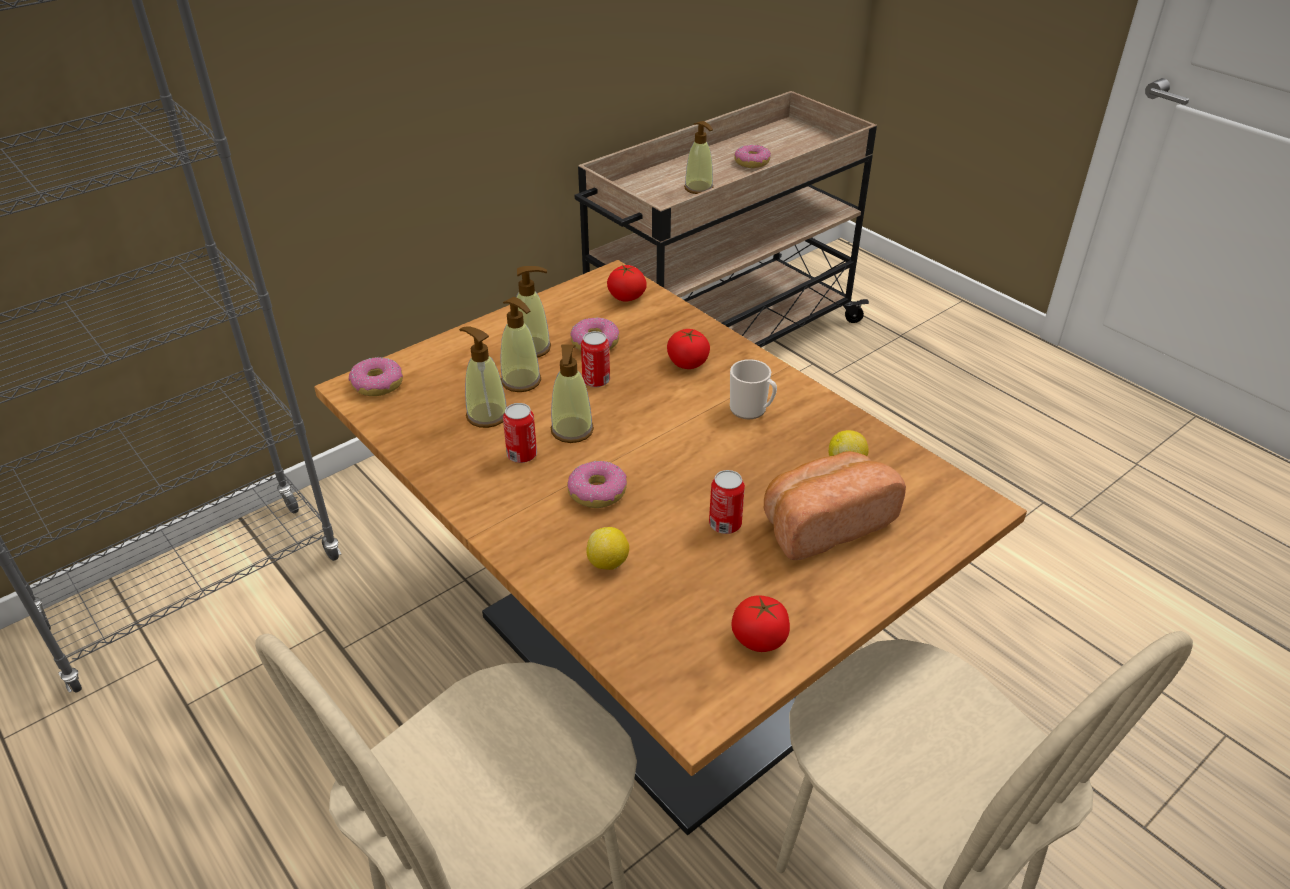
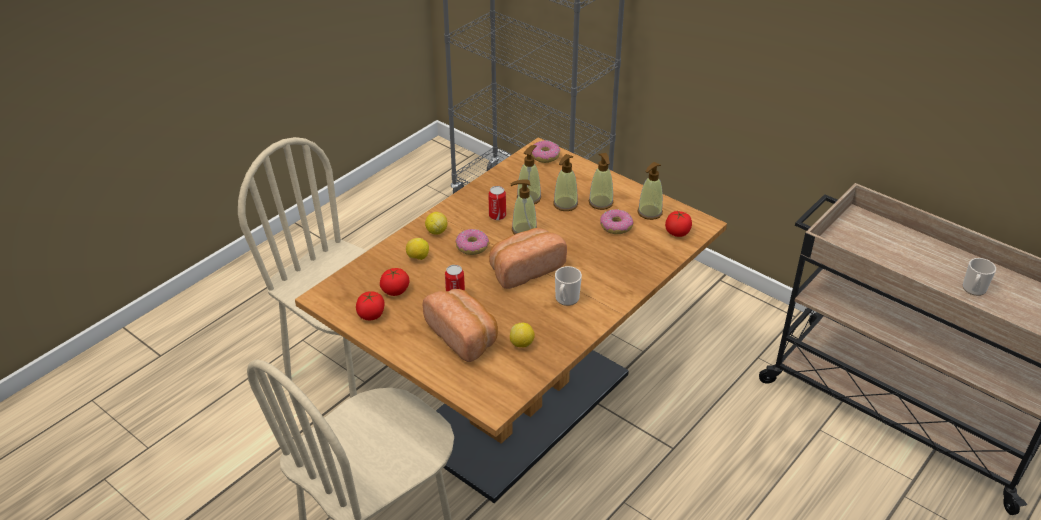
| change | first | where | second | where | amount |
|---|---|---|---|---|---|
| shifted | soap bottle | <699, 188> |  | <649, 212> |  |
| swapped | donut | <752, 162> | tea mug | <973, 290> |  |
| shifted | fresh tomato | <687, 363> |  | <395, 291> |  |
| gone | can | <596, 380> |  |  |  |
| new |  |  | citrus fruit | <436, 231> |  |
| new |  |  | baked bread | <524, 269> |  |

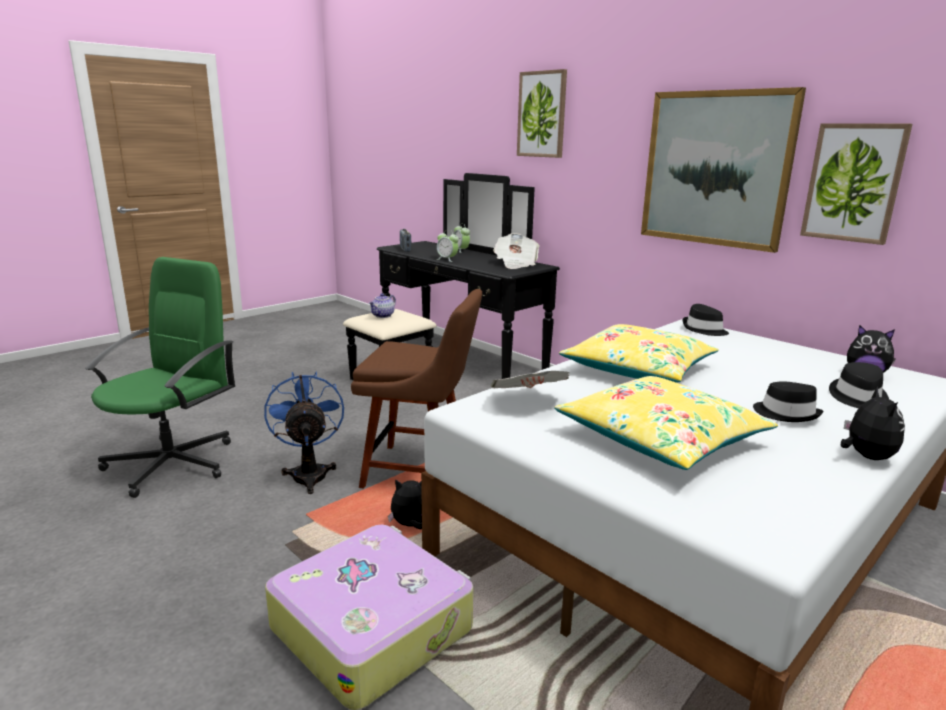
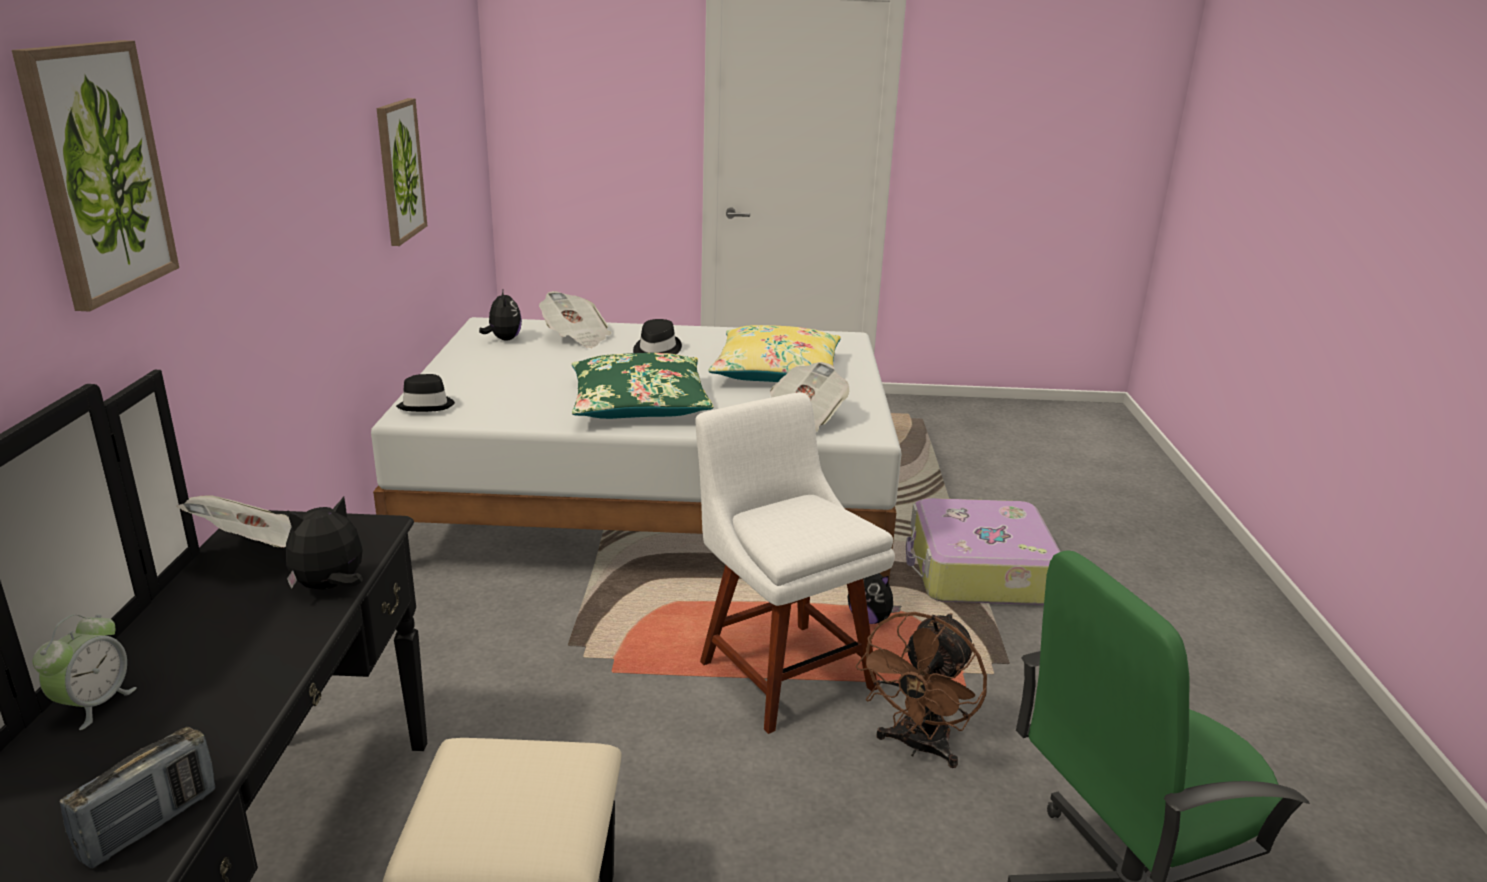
| change | first | where | second | where | amount |
|---|---|---|---|---|---|
| gone | wall art | <716, 169> |  |  |  |
| gone | bedside clock | <447, 259> |  |  |  |
| repainted | brownish chair | <421, 471> | white-coloured chair | <782, 670> |  |
| gone | tea pot | <383, 316> |  |  |  |
| repainted | yellowish cushion | <638, 369> | green cushion | <639, 404> |  |
| swapped | black hat | <858, 397> | daily paper | <576, 338> |  |
| repainted | blue cooling fan | <309, 473> | brownish cooling fan | <918, 747> |  |
| shifted | plush toy | <865, 456> |  | <330, 587> |  |

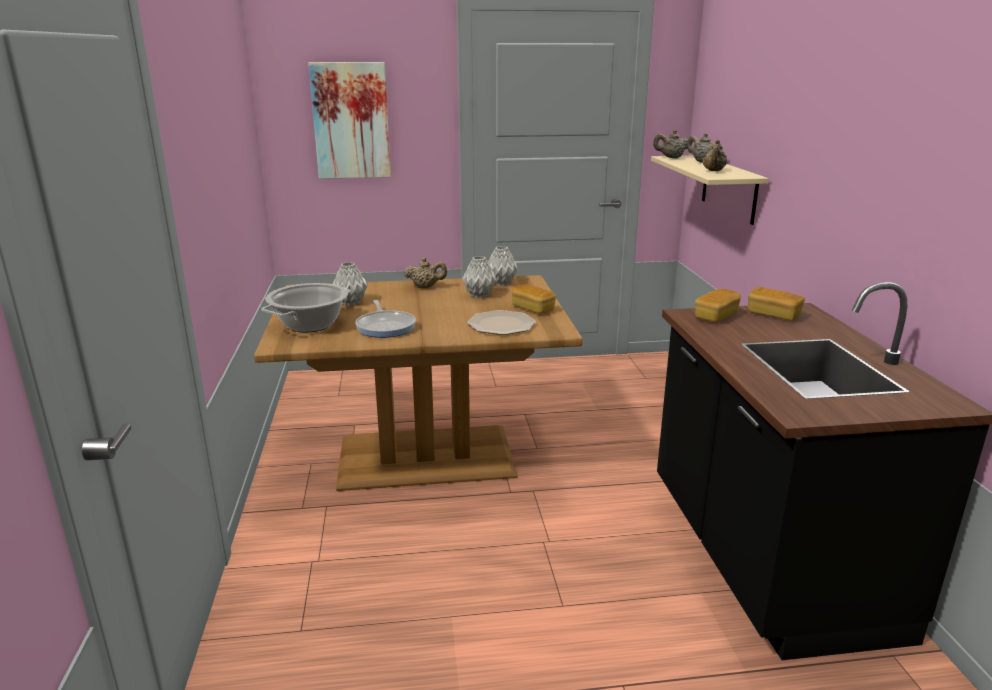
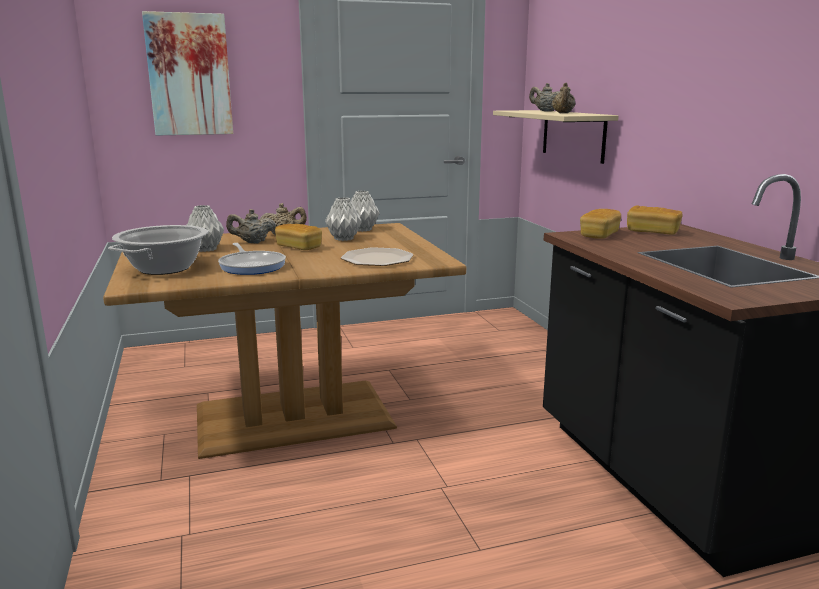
| change | first | where | second | where | amount |
|---|---|---|---|---|---|
| shifted | beige-coloured tea pot | <671, 158> |  | <252, 242> |  |
| shifted | baked bread | <533, 309> |  | <299, 247> |  |

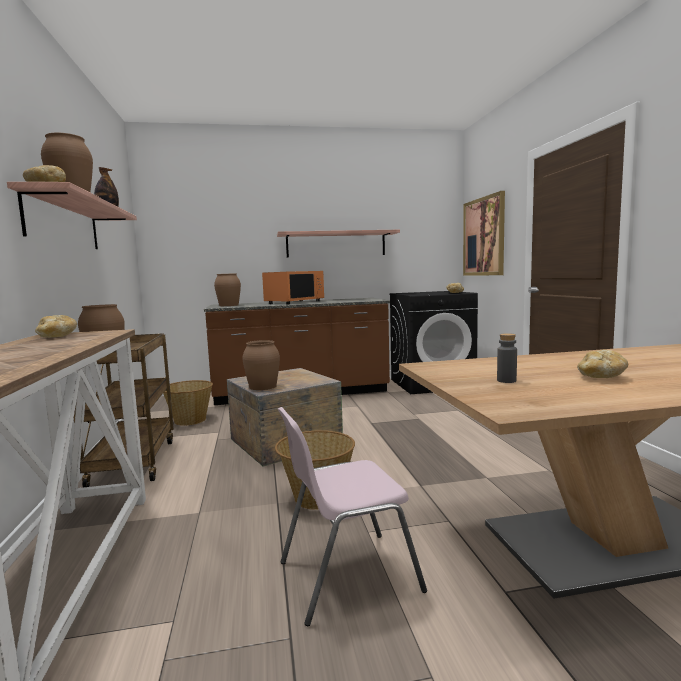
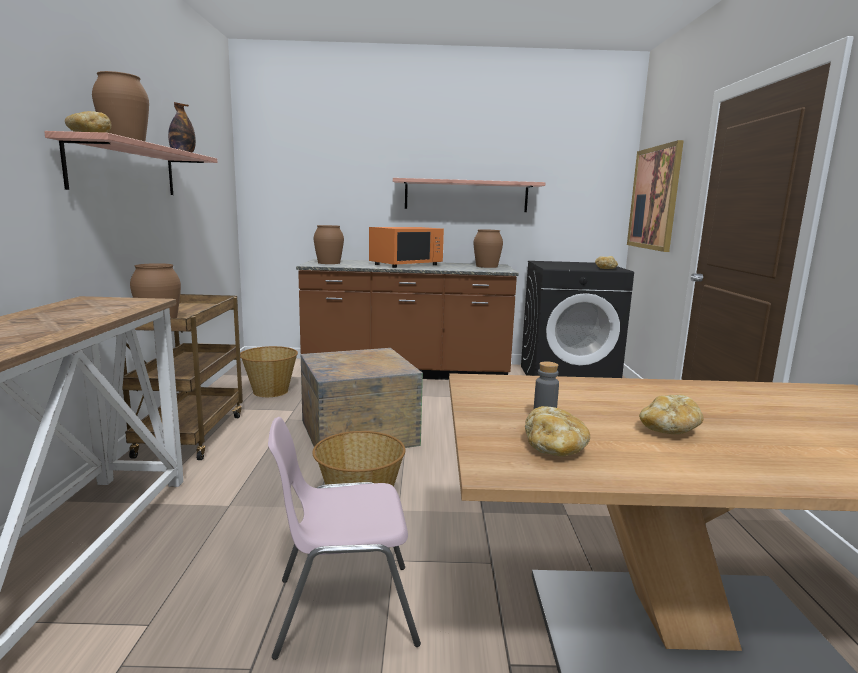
| change | first | where | second | where | amount |
|---|---|---|---|---|---|
| shifted | baked bread | <57, 337> |  | <554, 449> |  |
| shifted | brownish decorative vase | <262, 386> |  | <486, 266> |  |

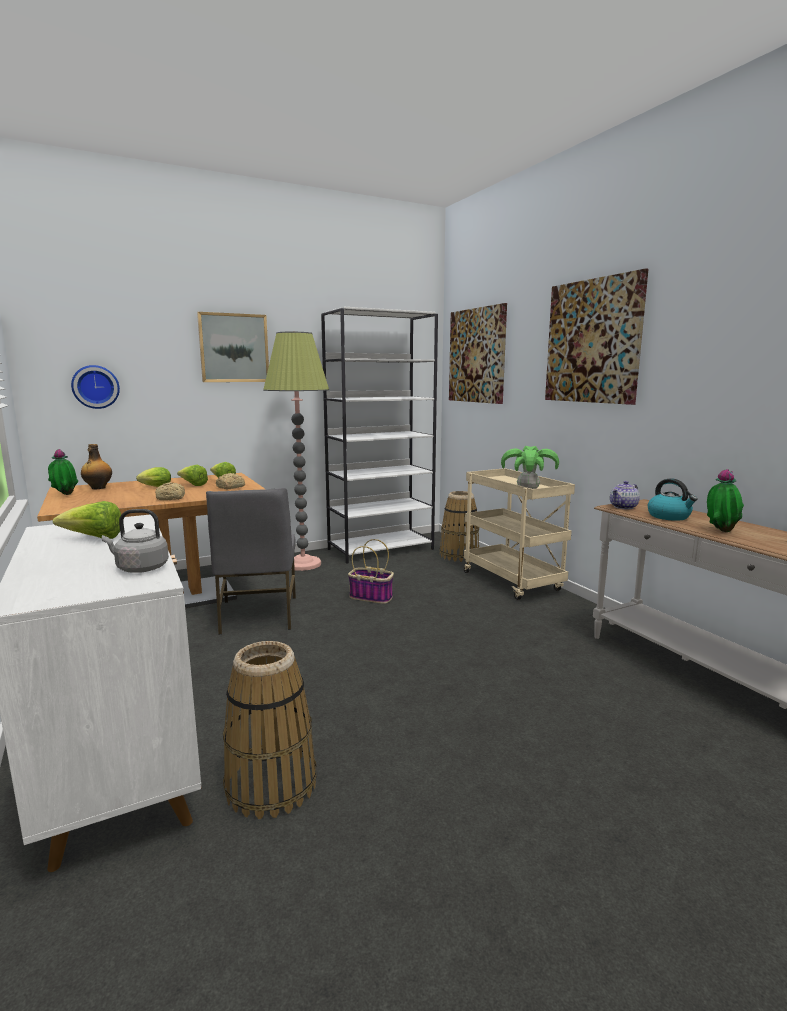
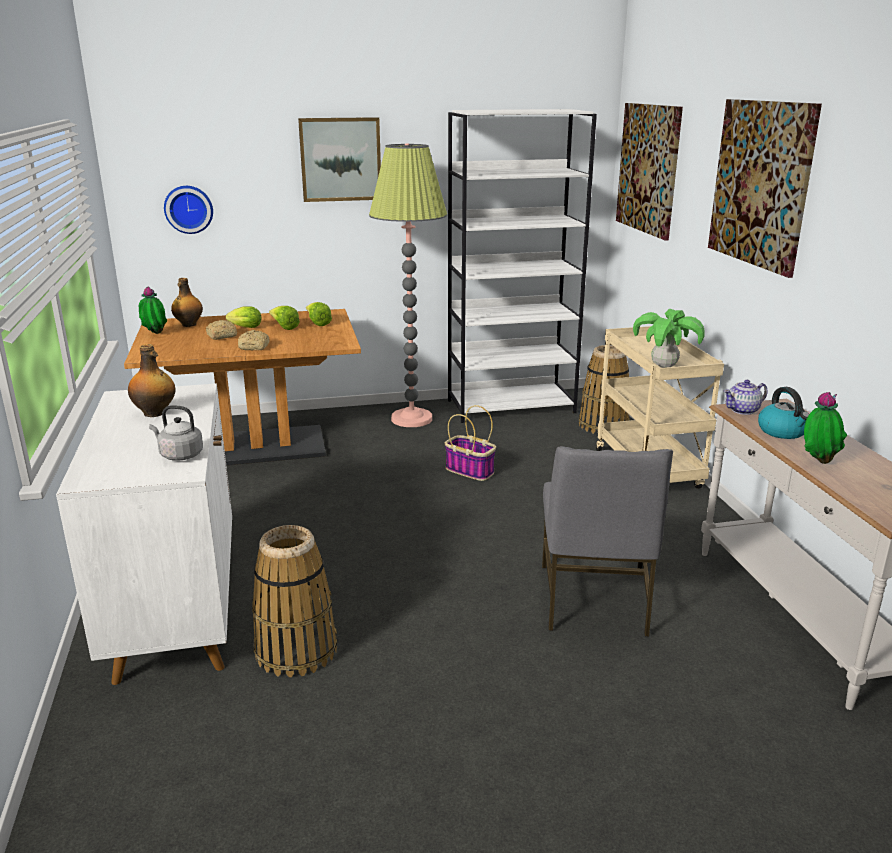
| change | first | where | second | where | amount |
|---|---|---|---|---|---|
| shifted | baked bread | <229, 487> |  | <221, 336> |  |
| shifted | greyish chair | <257, 615> |  | <594, 601> |  |
| swapped | lettuce | <94, 538> | drink bottle | <155, 413> |  |

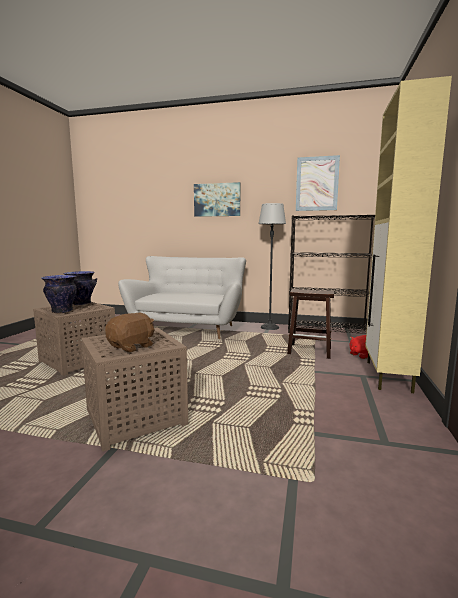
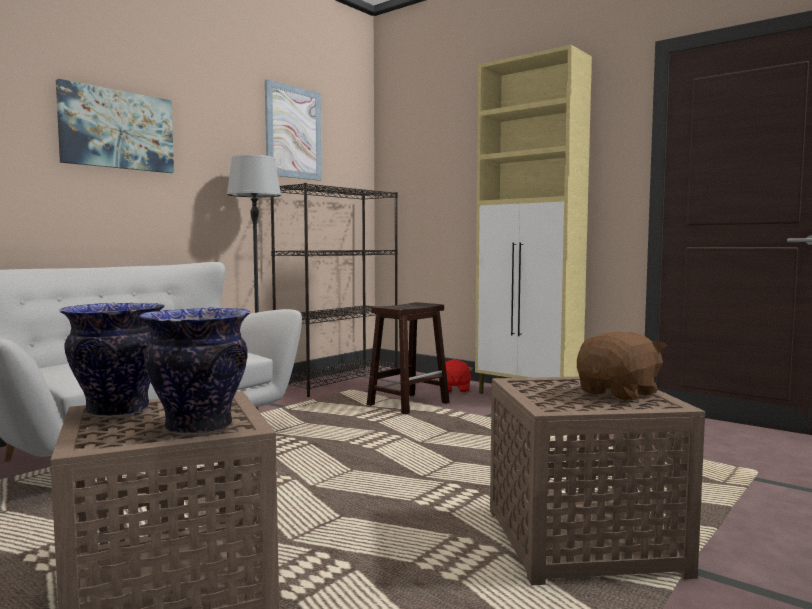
| change | first | where | second | where | amount |
|---|---|---|---|---|---|
| rotated | brownish plush toy | <132, 347> |  | <619, 393> | 75 degrees clockwise |

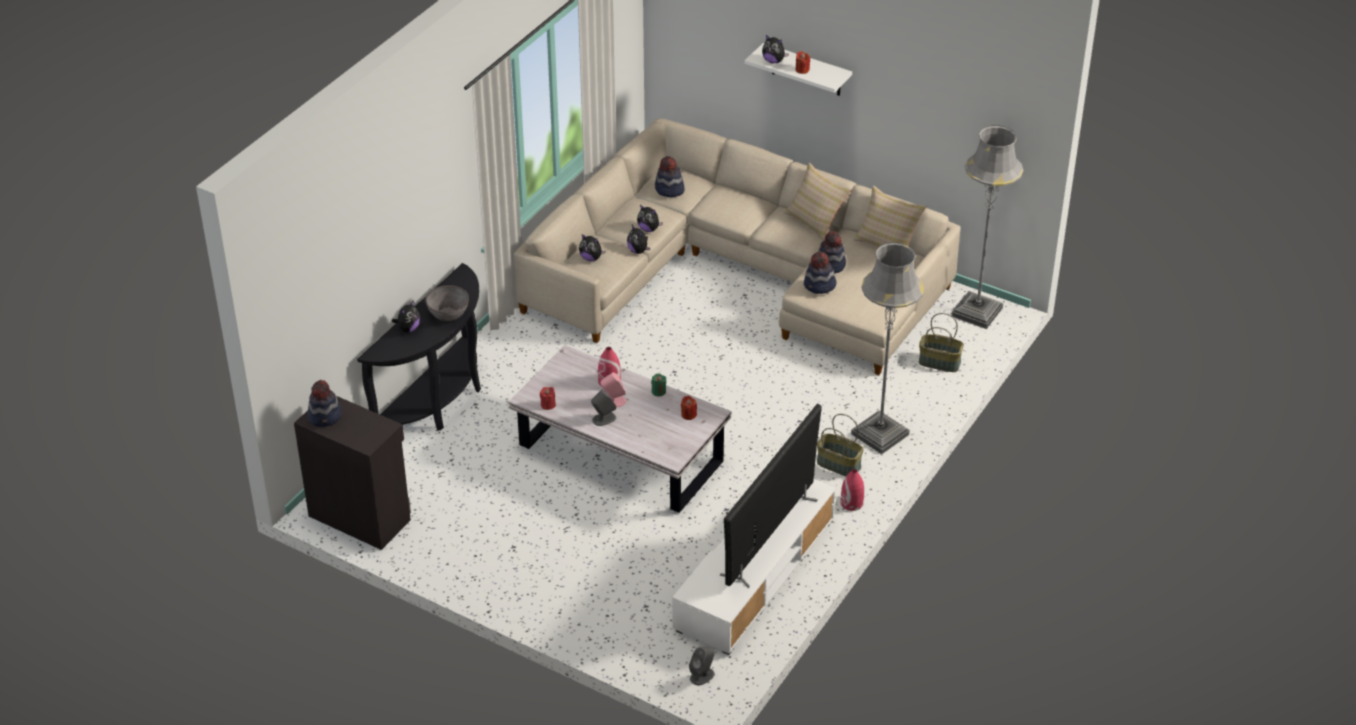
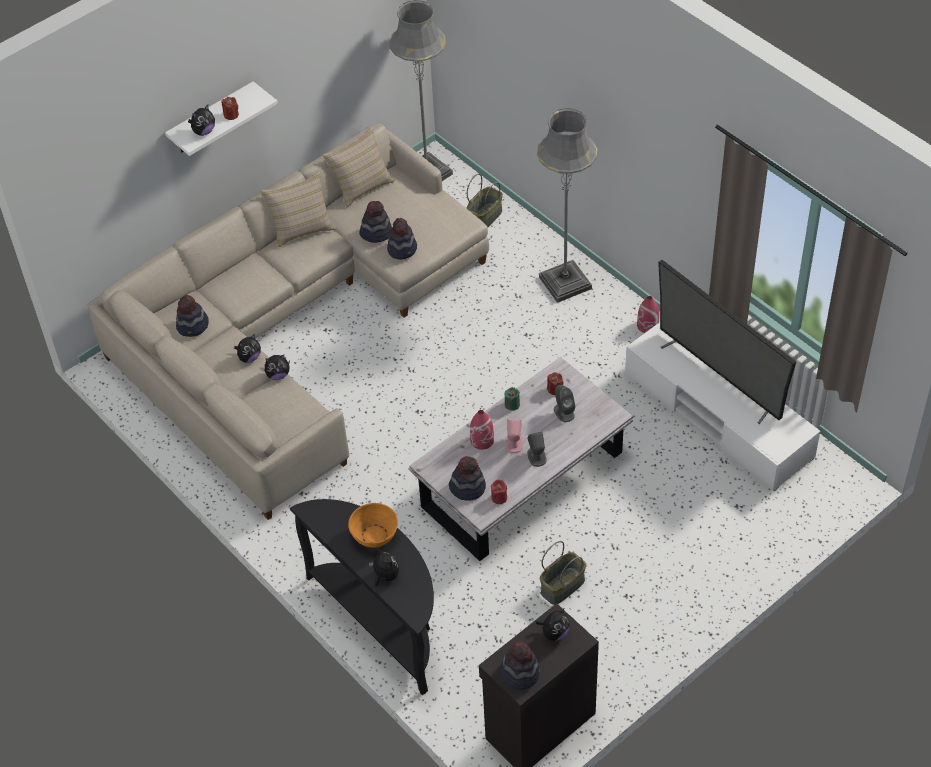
| change | first | where | second | where | amount |
|---|---|---|---|---|---|
| shifted | plush toy | <591, 258> |  | <554, 633> |  |
| repainted | greyish bowl | <448, 314> | orange bowl | <374, 535> |  |
| shifted | household basket | <839, 464> |  | <562, 585> |  |
| shifted | greyish audio speaker | <702, 675> |  | <563, 412> |  |
| new |  |  | hat | <467, 487> |  |

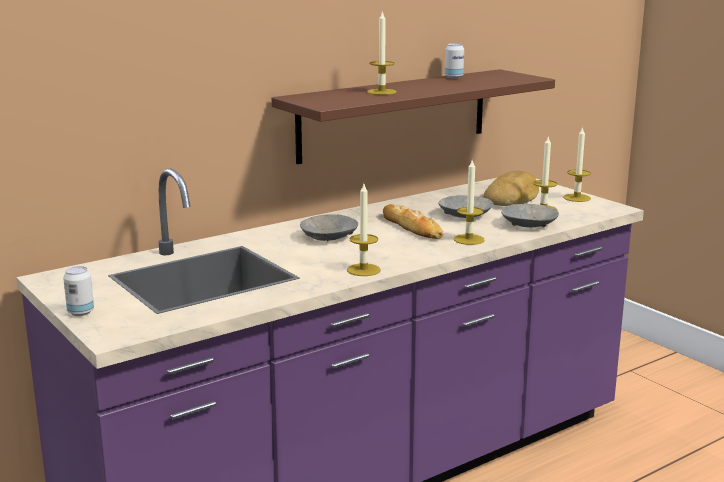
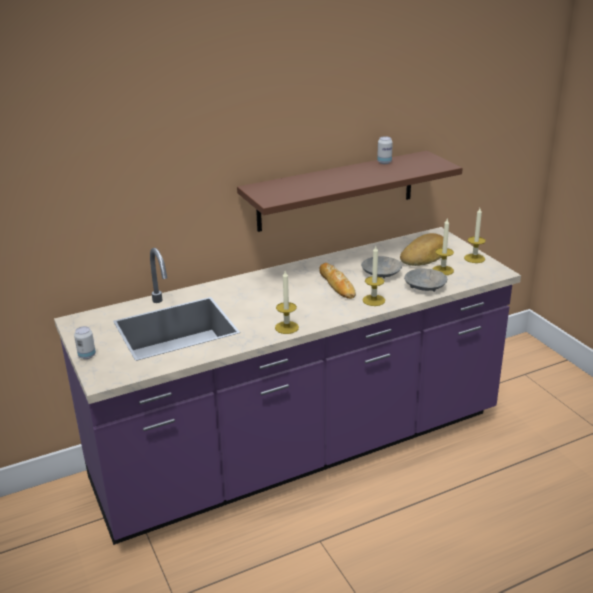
| change | first | where | second | where | amount |
|---|---|---|---|---|---|
| gone | candle | <381, 92> |  |  |  |
| gone | greyish bowl | <328, 237> |  |  |  |

